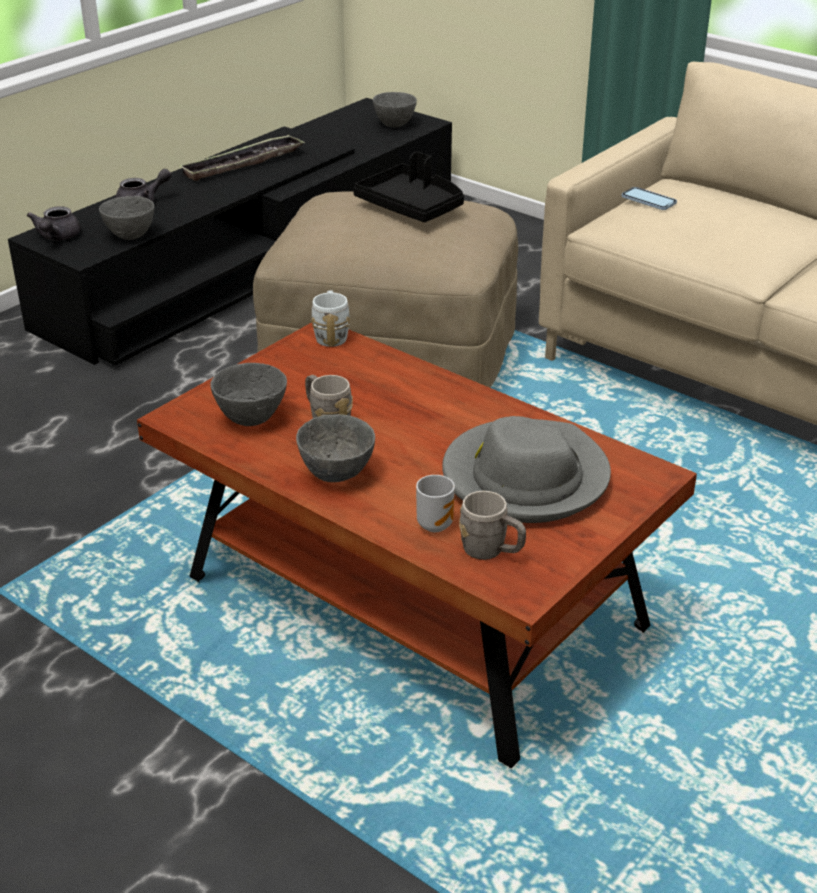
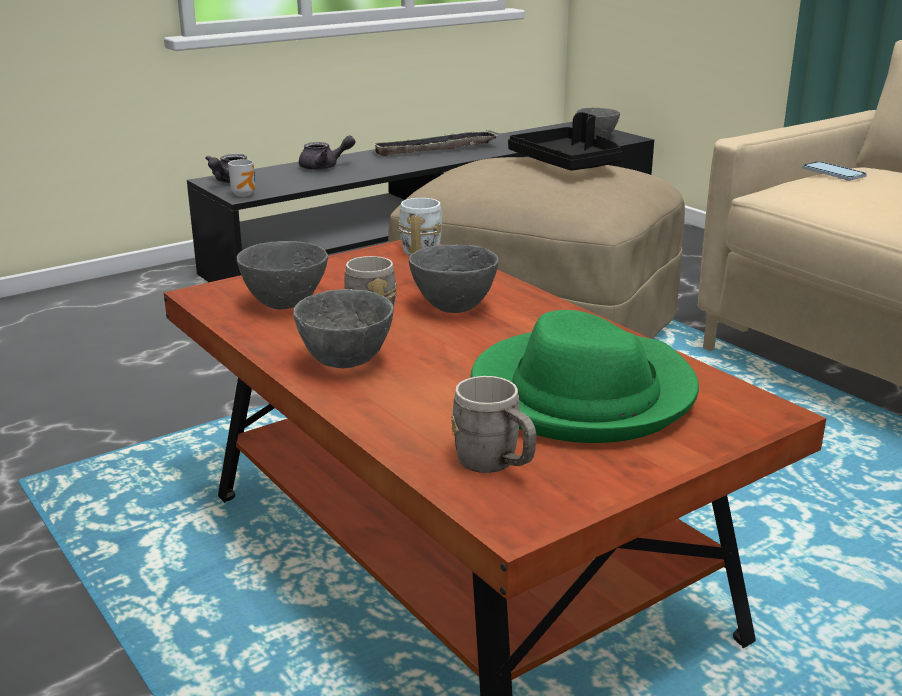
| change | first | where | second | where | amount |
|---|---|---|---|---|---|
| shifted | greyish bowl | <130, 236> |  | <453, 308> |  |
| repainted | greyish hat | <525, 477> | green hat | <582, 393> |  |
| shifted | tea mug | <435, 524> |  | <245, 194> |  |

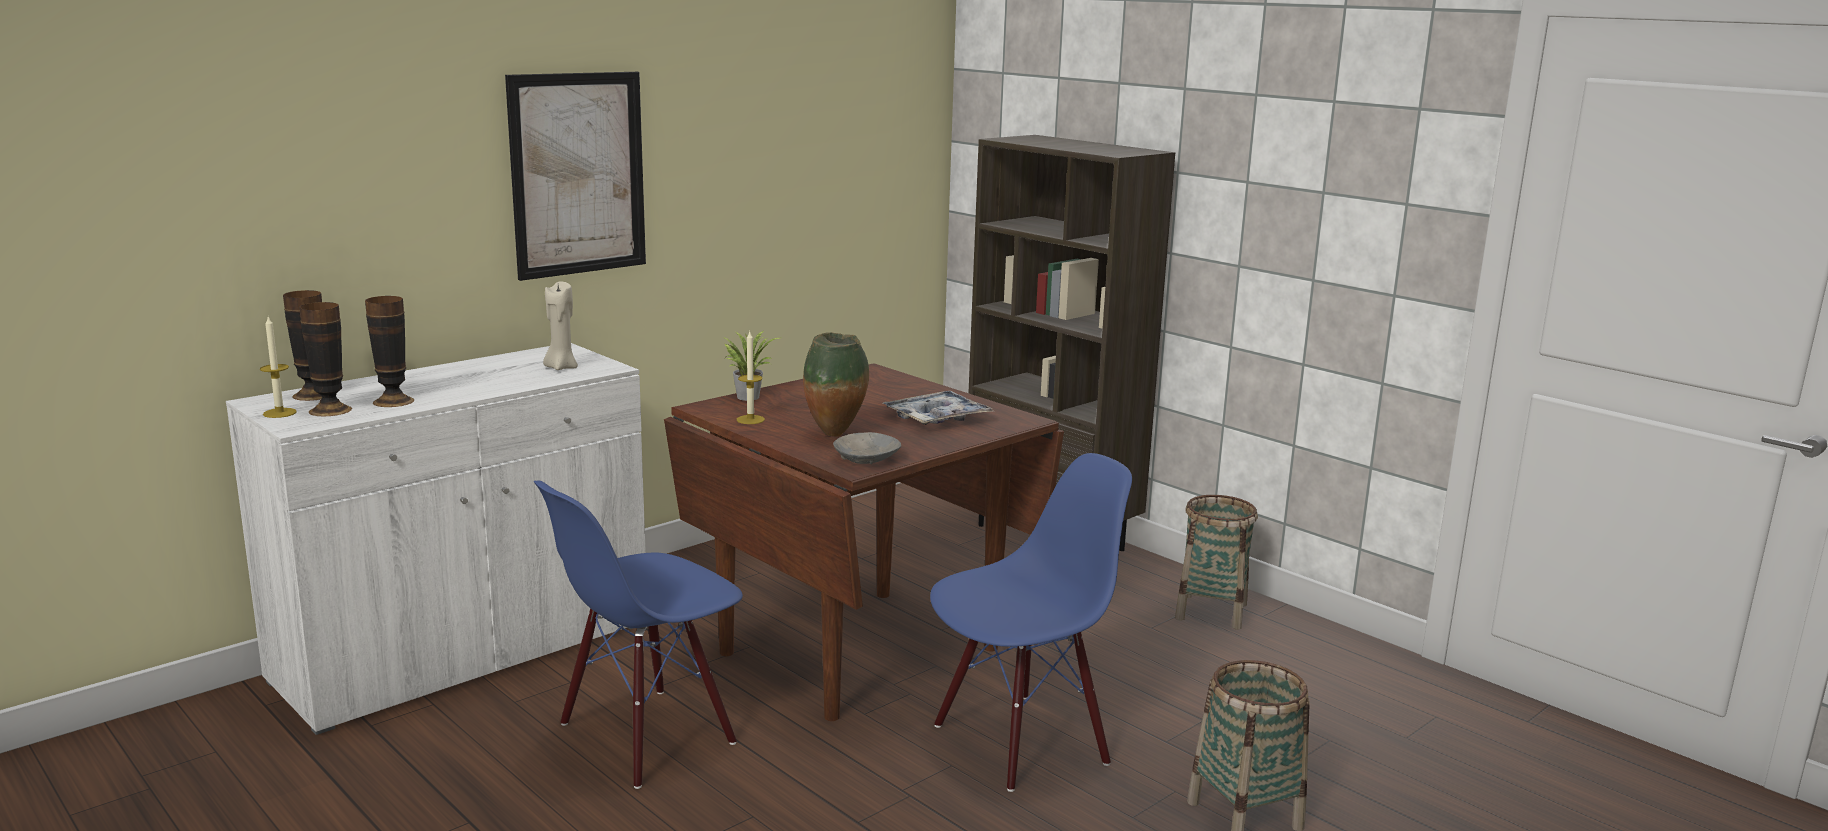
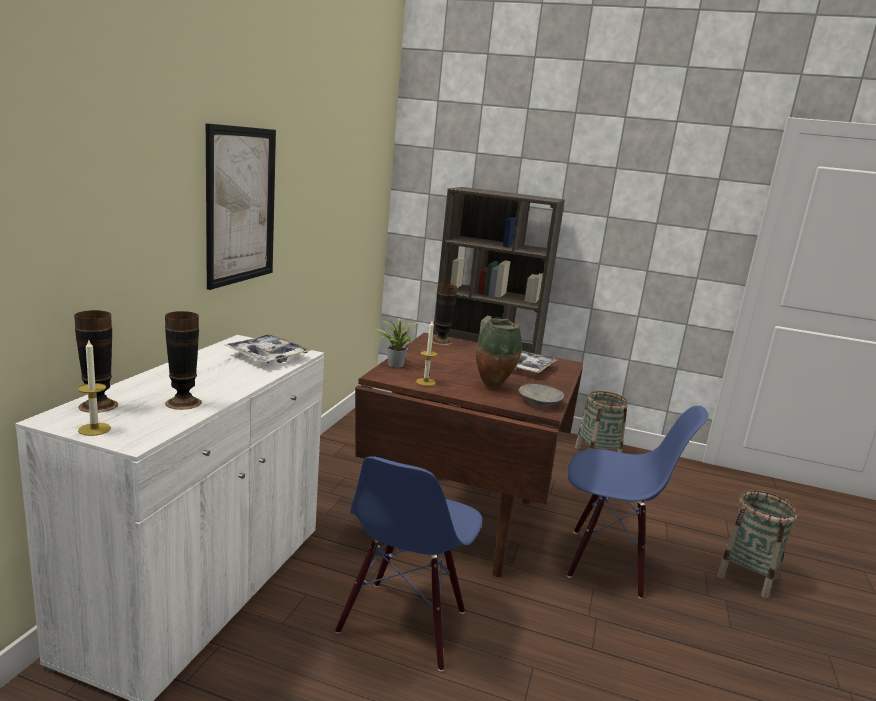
| change | first | where | second | where | amount |
|---|---|---|---|---|---|
| swapped | beige-coloured candle | <561, 367> | serving tray | <267, 356> |  |
| shifted | decorative vase | <330, 410> |  | <441, 342> |  |
| rotated | blue chair | <1020, 742> |  | <607, 561> | 75 degrees clockwise |

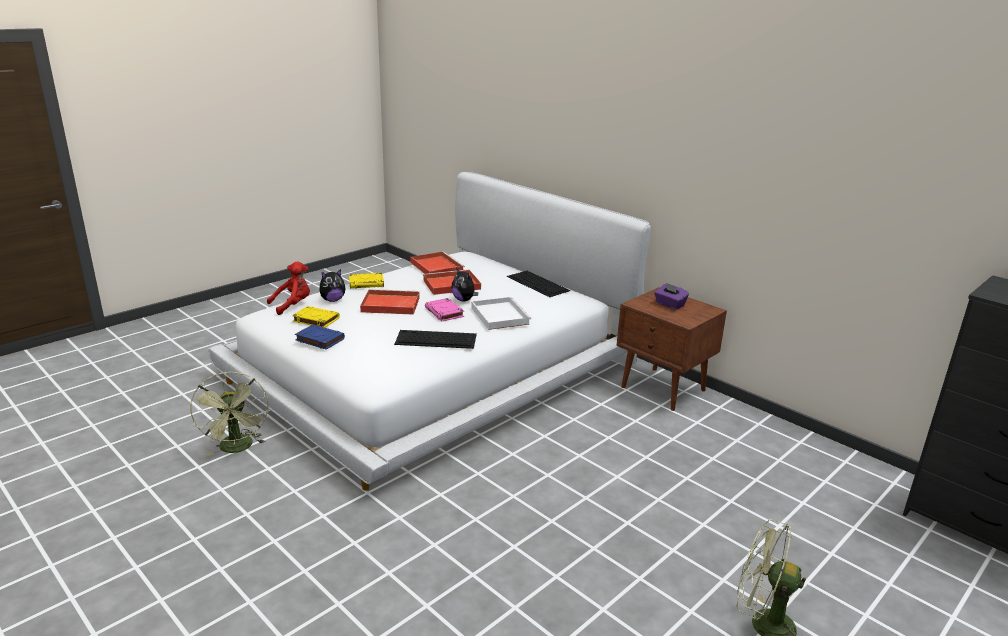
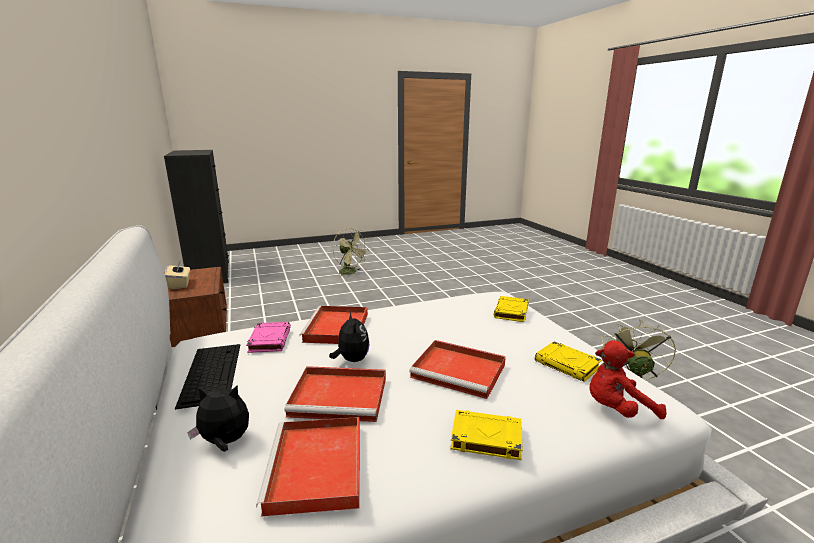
| change | first | where | second | where | amount |
|---|---|---|---|---|---|
| shifted | plush toy | <332, 300> |  | <225, 442> |  |
| repainted | purplish tissue box | <669, 305> | beige-coloured tissue box | <180, 284> |  |
| repainted | white-coloured serving tray | <499, 315> | red-coloured serving tray | <337, 328> |  |
| shifted | pink book | <444, 313> |  | <269, 340> |  |
| gone | blue book | <319, 339> |  |  |  |
| gone | PC keyboard | <435, 339> |  |  |  |
| new |  |  | yellowish book | <511, 312> |  |

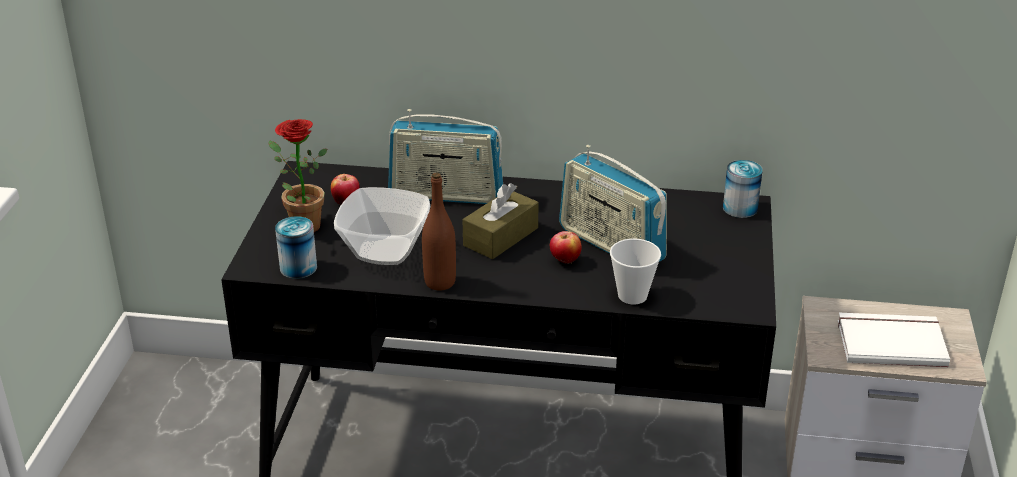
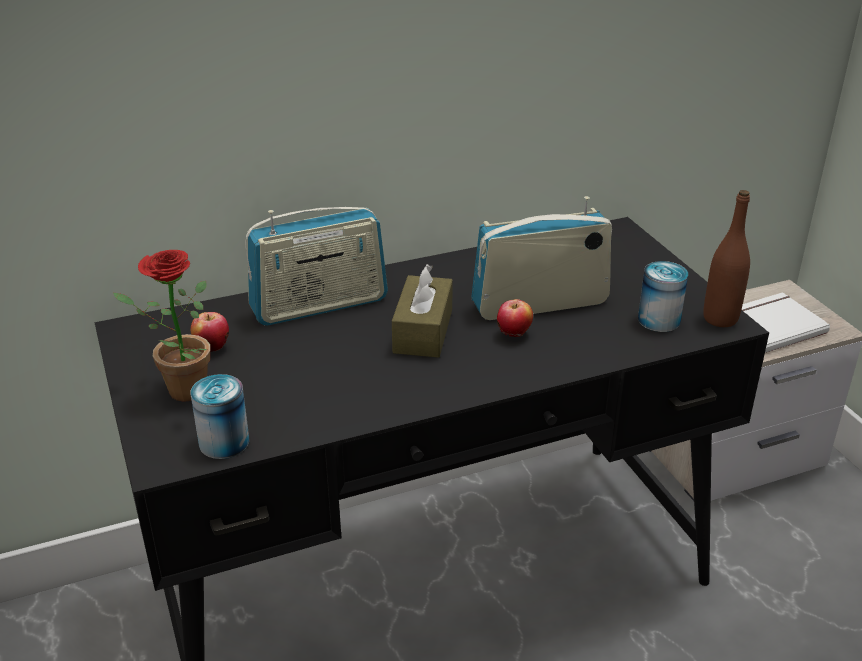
| change | first | where | second | where | amount |
|---|---|---|---|---|---|
| rotated | radio set | <611, 244> |  | <539, 304> | 150 degrees clockwise |
| shifted | can | <740, 208> |  | <659, 320> |  |
| shifted | brownish drink bottle | <440, 282> |  | <720, 319> |  |
| gone | bowl | <383, 251> |  |  |  |
| gone | small cup | <632, 295> |  |  |  |

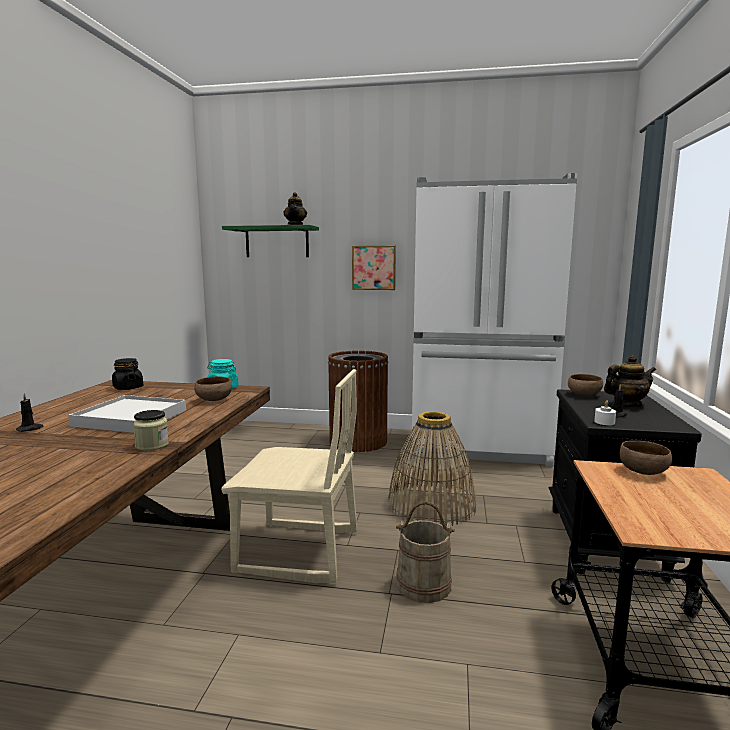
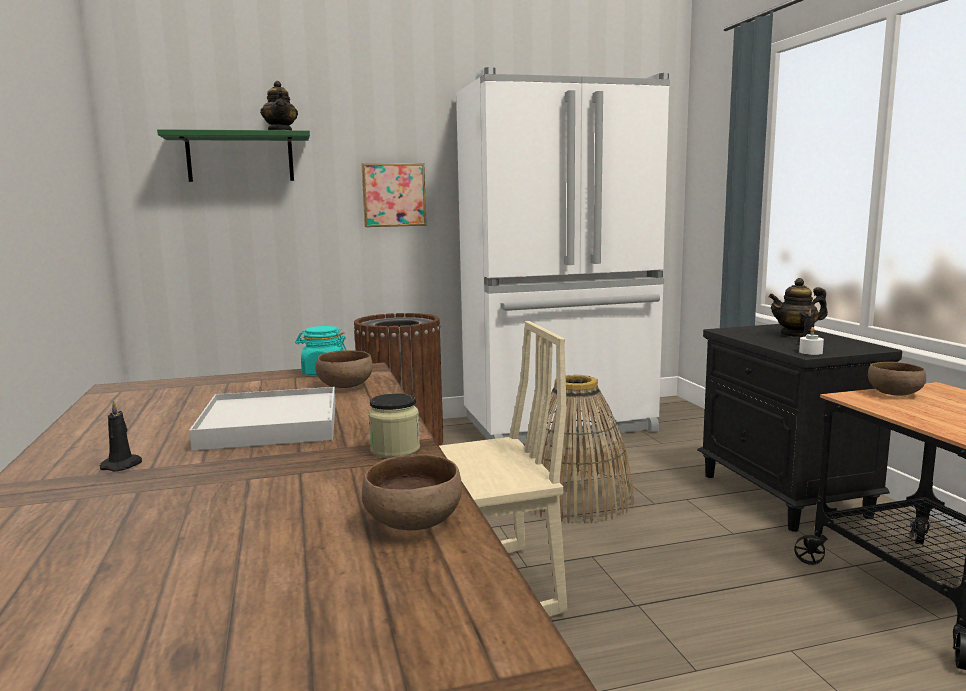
| change | first | where | second | where | amount |
|---|---|---|---|---|---|
| rotated | tea pot | <627, 404> |  | <796, 335> | 150 degrees counterclockwise |
| gone | black jar | <128, 388> |  |  |  |
| shifted | brownish bowl | <584, 395> |  | <414, 524> |  |
| gone | beige-coloured bucket | <423, 584> |  |  |  |

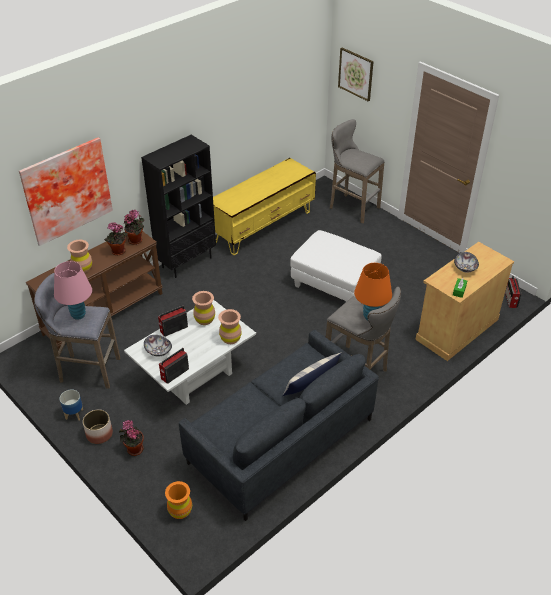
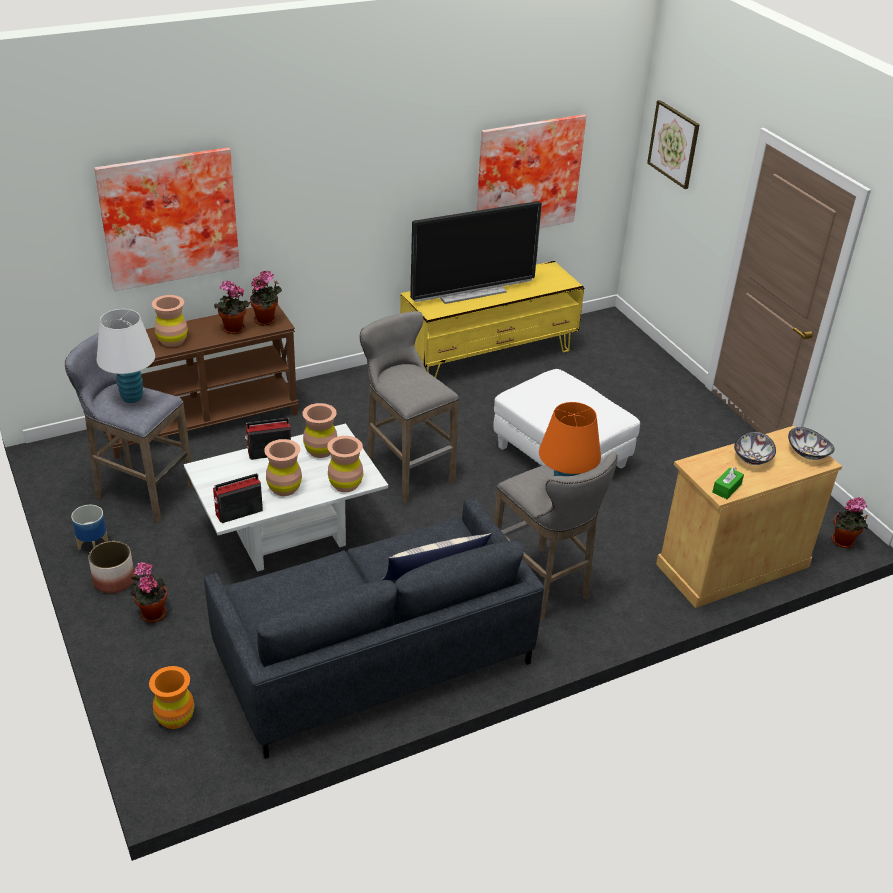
| change | first | where | second | where | amount |
|---|---|---|---|---|---|
| shifted | greyish stool | <352, 207> |  | <405, 470> |  |
| gone | black shelving unit | <186, 262> |  |  |  |
| repainted | pink tabletop lamp | <78, 315> | white-coloured tabletop lamp | <132, 397> |  |
| swapped | radio set | <511, 300> | potted plant | <844, 543> |  |
| shifted | bowl | <159, 351> |  | <808, 453> |  |
| new |  |  | wall art | <526, 175> |  |
| new |  |  | TV set | <471, 293> |  |
| new |  |  | brownish decorative vase | <284, 488> |  |

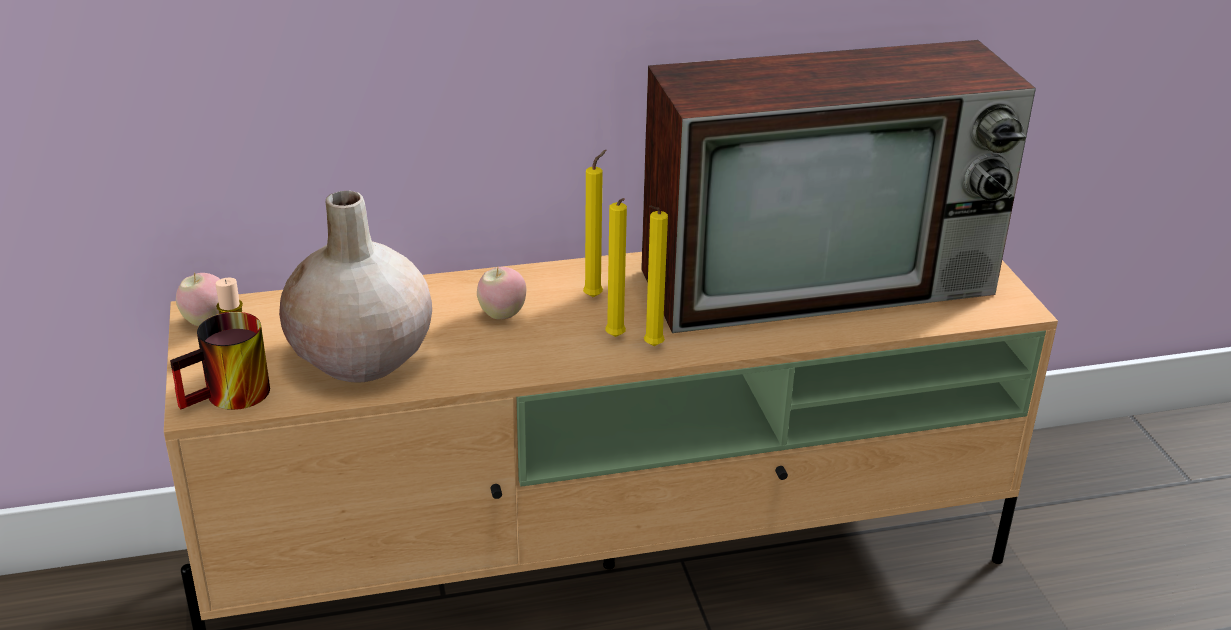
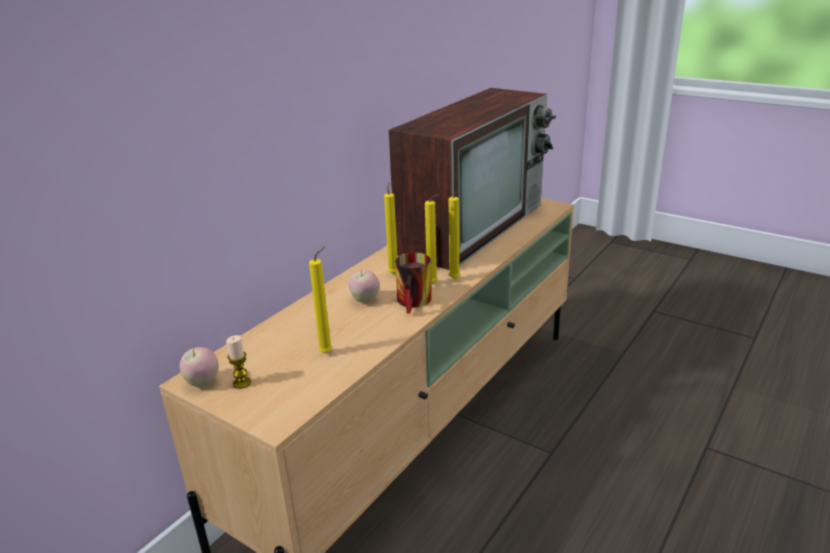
| change | first | where | second | where | amount |
|---|---|---|---|---|---|
| swapped | beige-coloured decorative vase | <361, 358> | yellowish candle | <328, 352> |  |
| shifted | tea mug | <230, 398> |  | <416, 302> |  |

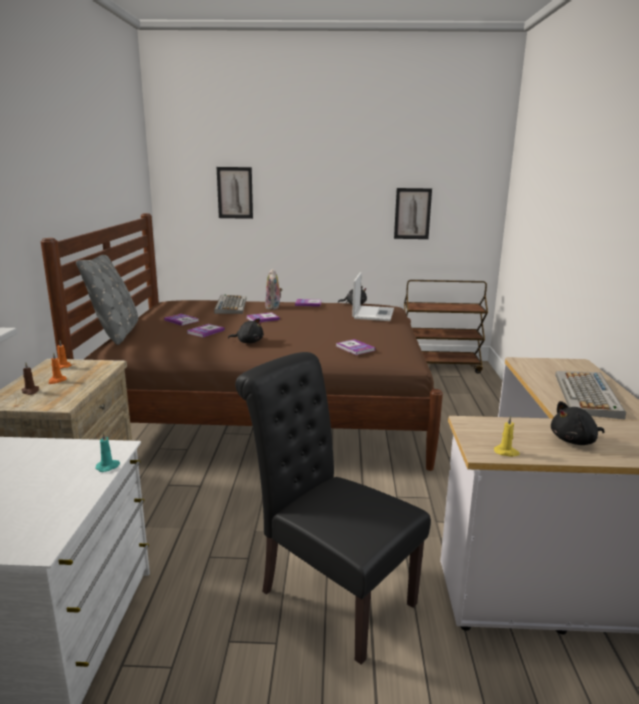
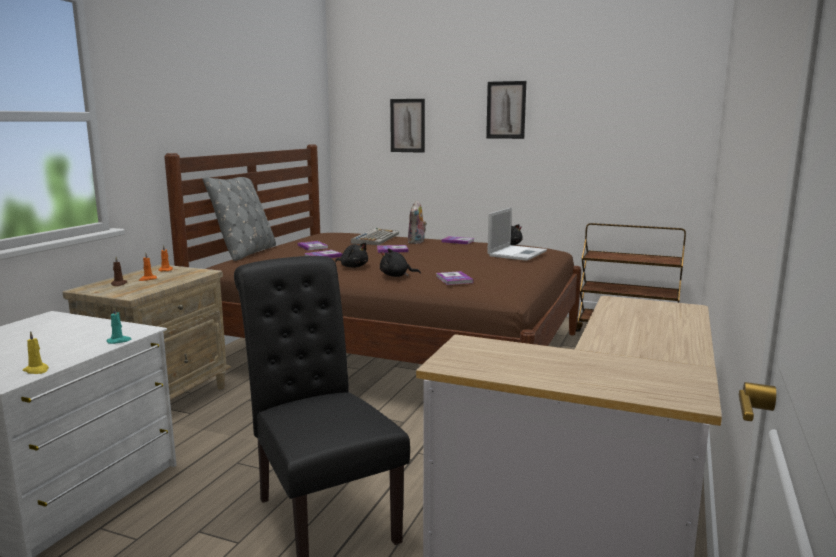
| change | first | where | second | where | amount |
|---|---|---|---|---|---|
| shifted | wall art | <412, 213> |  | <506, 110> |  |
| gone | PC keyboard | <588, 395> |  |  |  |
| shifted | black plush toy | <574, 441> |  | <396, 276> |  |
| shifted | yellowish candle | <506, 452> |  | <37, 370> |  |

